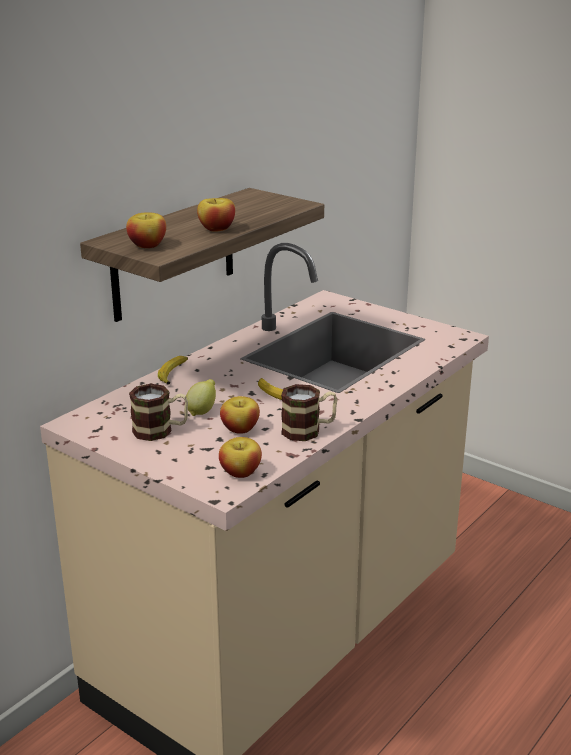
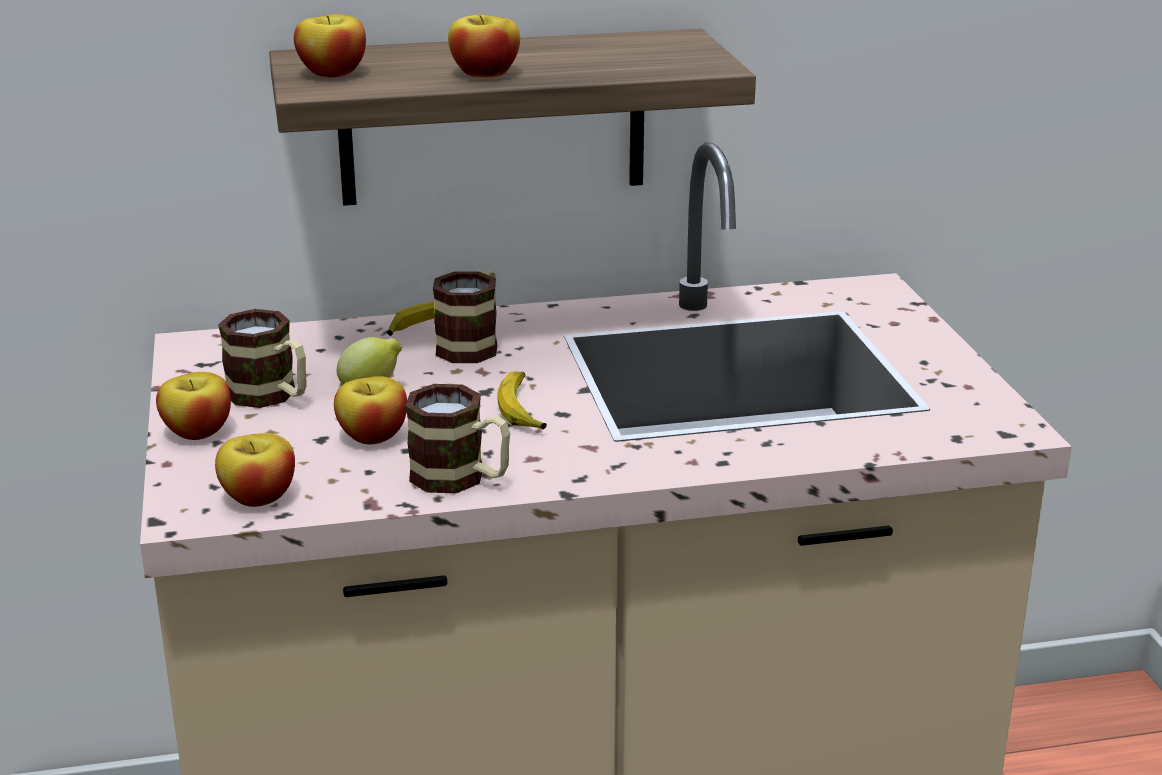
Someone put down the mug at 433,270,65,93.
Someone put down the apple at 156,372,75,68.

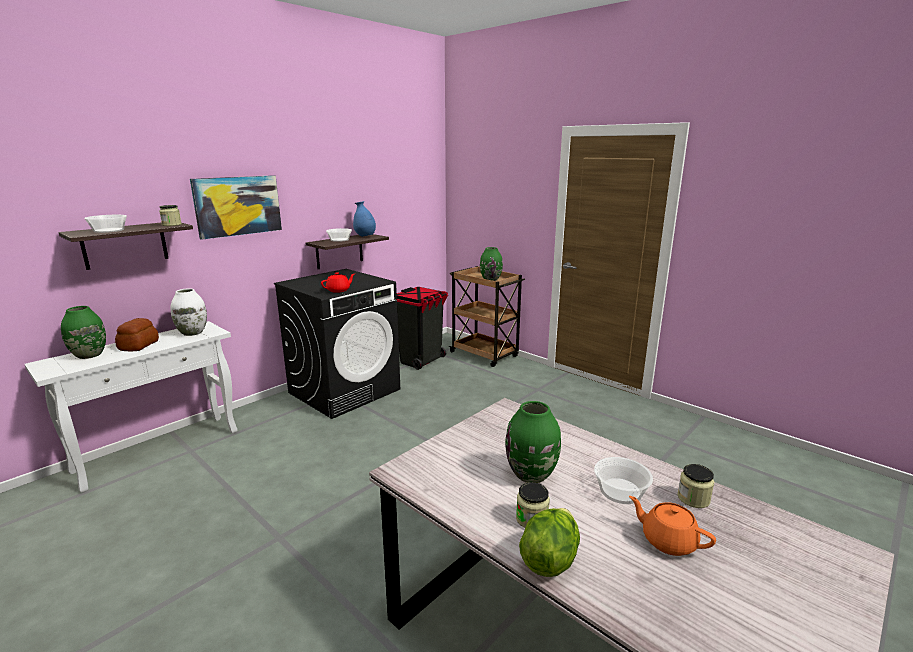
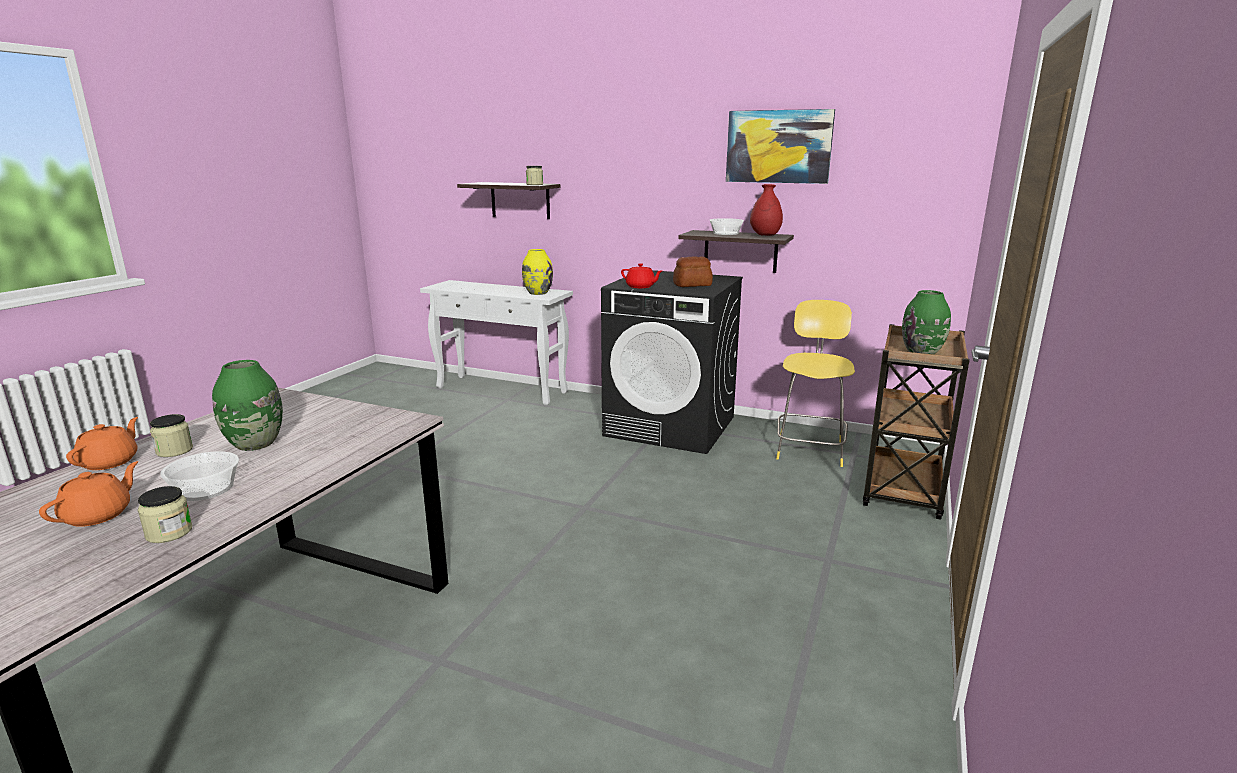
Someone carried the picture from 190,175,92,65 to 726,109,109,75.
Someone repainted the blue decorative vase at 353,201,23,36, which became the reddish decorative vase at 750,184,33,52.
Someone took away the serving bowl at 84,215,43,18.
Someone swapped the black-coloured rubbish bin at 396,287,52,83 for the yellowish stool seat at 776,300,79,167.
Someone repainted the whitish decorative vase at 170,288,37,48, which became the yellowish decorative vase at 522,249,31,46.
Someone took away the greenish decorative vase at 61,306,45,53.
Someone carried the bread from 115,318,44,34 to 673,256,40,31.
Someone swapped the lettuce head at 519,508,61,69 for the orange-coloured teapot at 66,417,72,53.

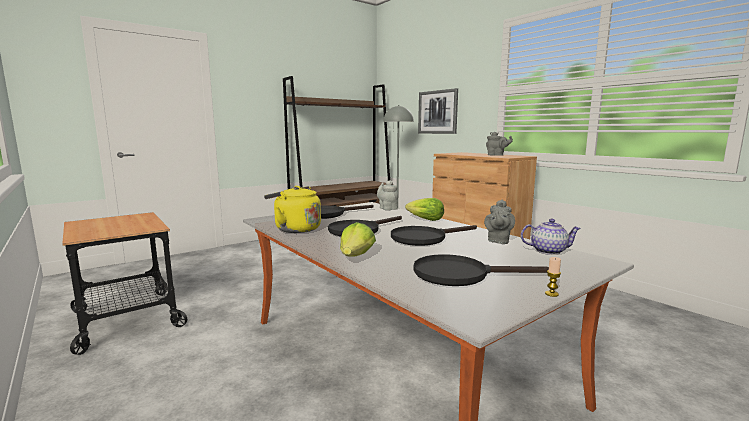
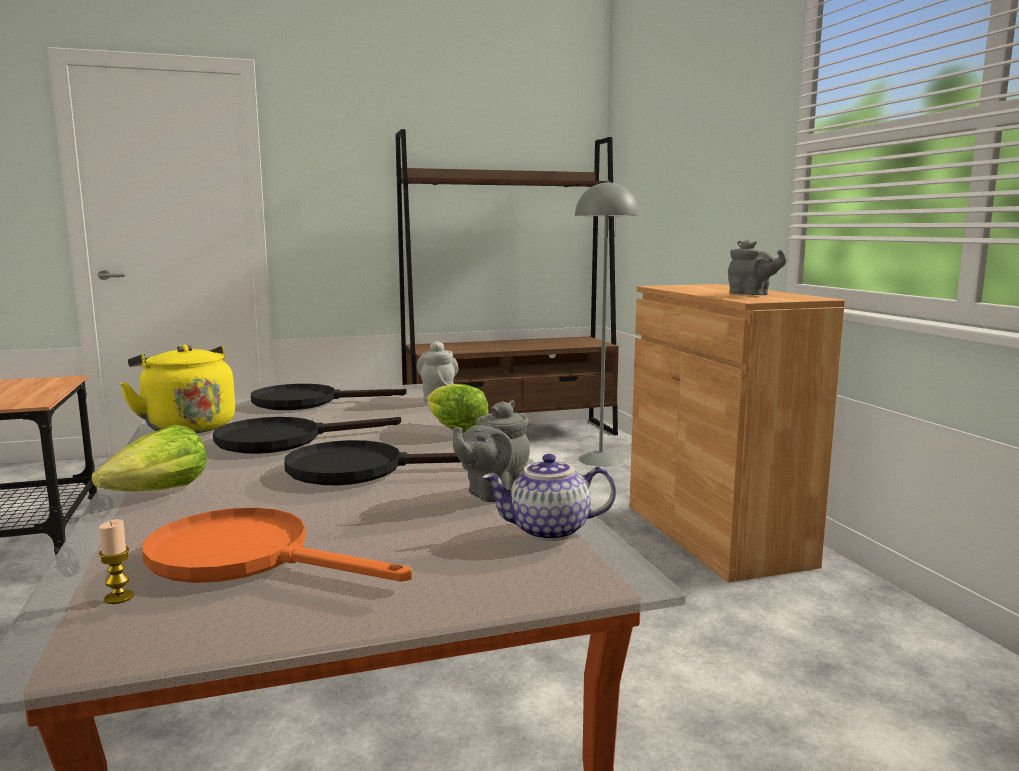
Someone took away the picture at 418,88,40,46.
Someone rotated the teapot at 521,219,60,36 by 150 degrees clockwise.
Someone repainted the black-coloured pan at 413,254,136,32, which became the orange-coloured pan at 142,507,270,76.
Someone carried the candle from 545,257,16,40 to 99,519,35,85.

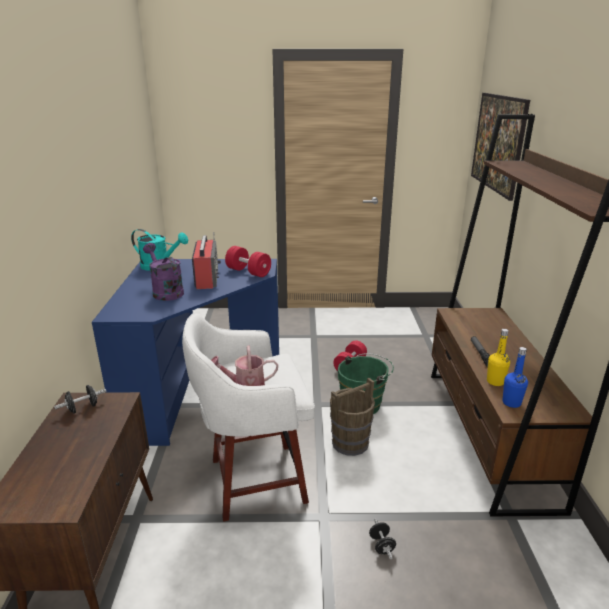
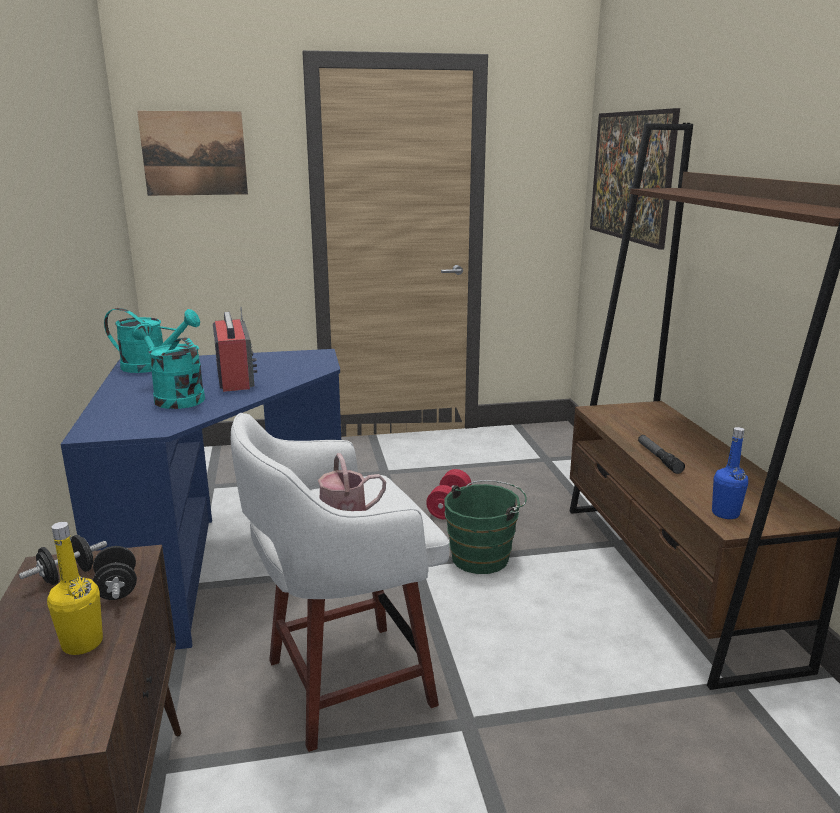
Someone repainted the purple sprinkling can at 143,243,41,58, which became the blue-green sprinkling can at 132,323,73,86.
Someone took away the reddish hand weight at 225,246,46,31.
Someone carried the yellowish drink bottle from 487,329,23,57 to 47,522,56,133.
Someone took away the brownish water bucket at 330,378,45,78.
Someone carried the black-coloured hand weight from 369,519,27,40 to 93,546,44,54.
Someone put up the picture at 137,111,111,85.

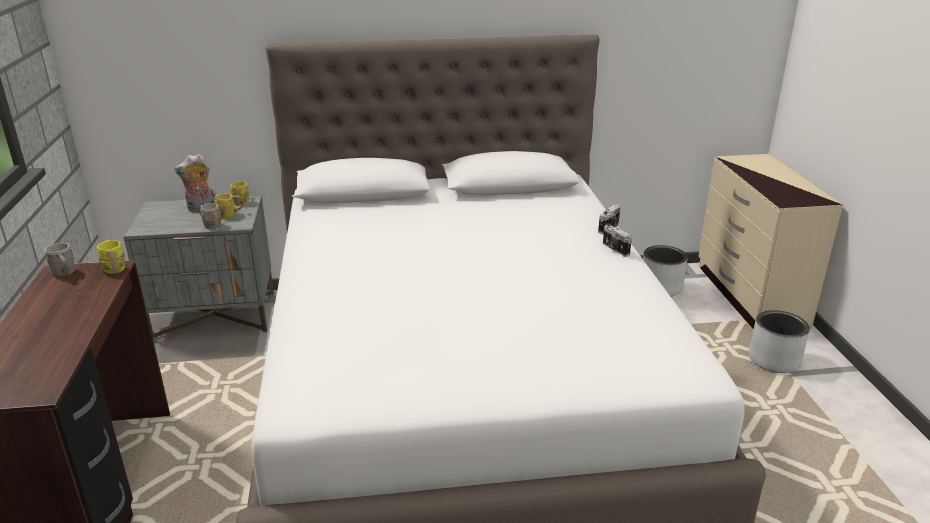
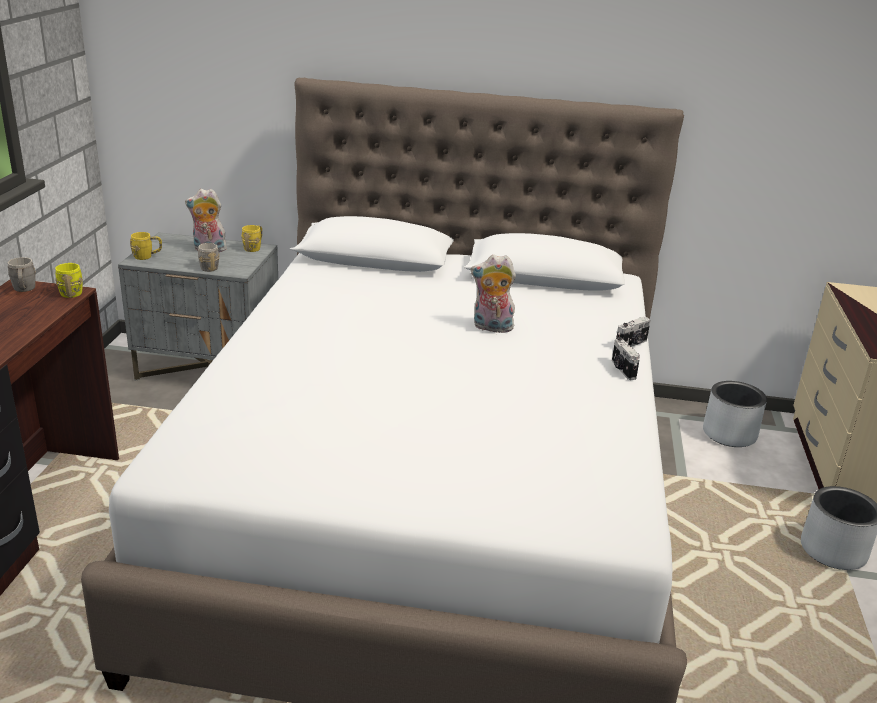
Someone carried the yellowish mug from 215,193,28,26 to 130,232,32,28.
Someone put down the cuddly toy at 471,254,45,79.

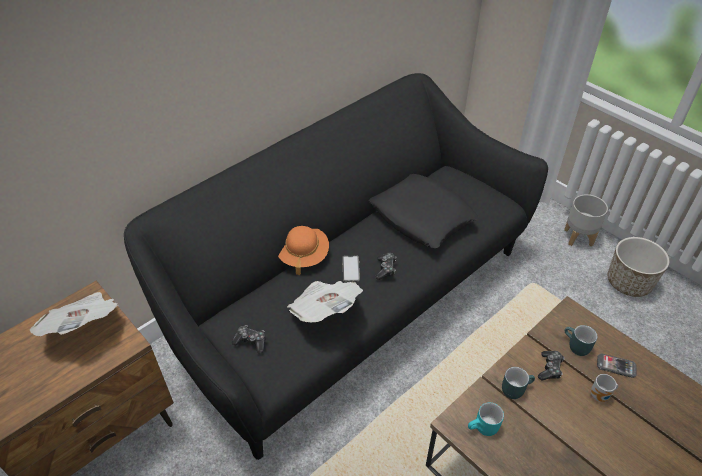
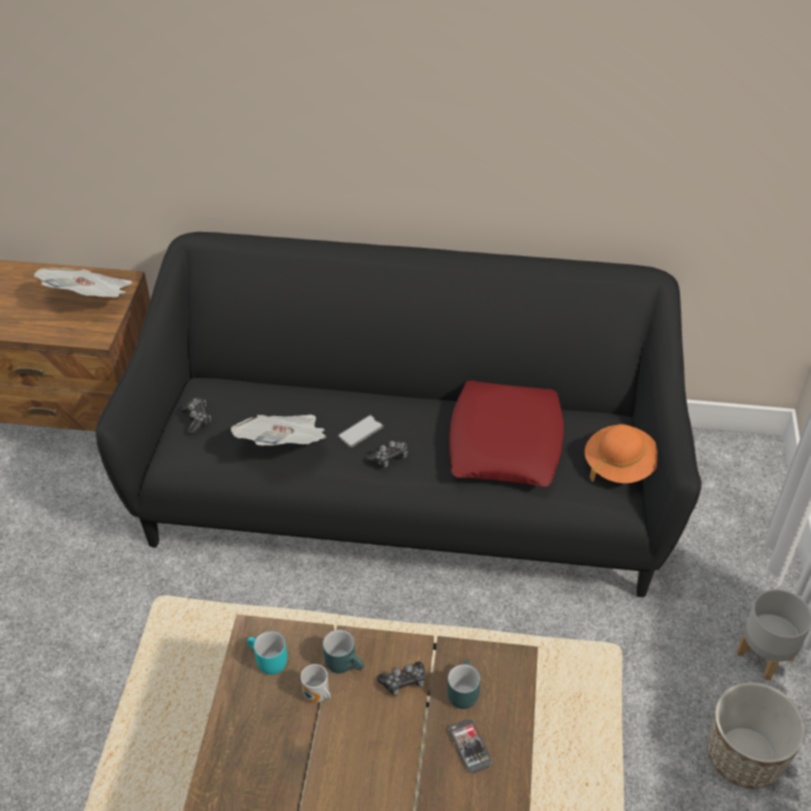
Someone repainted the black-coloured cushion at 369,174,110,74, which became the reddish cushion at 449,380,115,107.
Someone carried the orange-coloured hat from 278,226,51,49 to 585,424,73,59.
Someone carried the mug from 591,374,27,28 to 301,664,30,38.

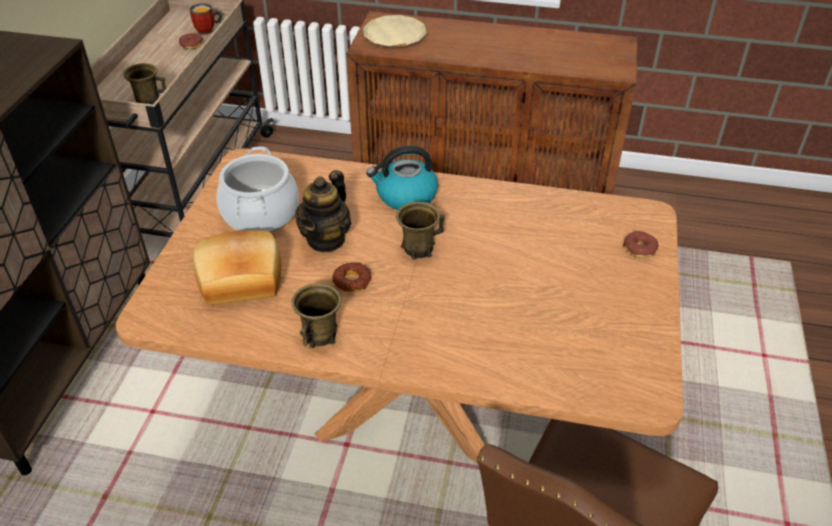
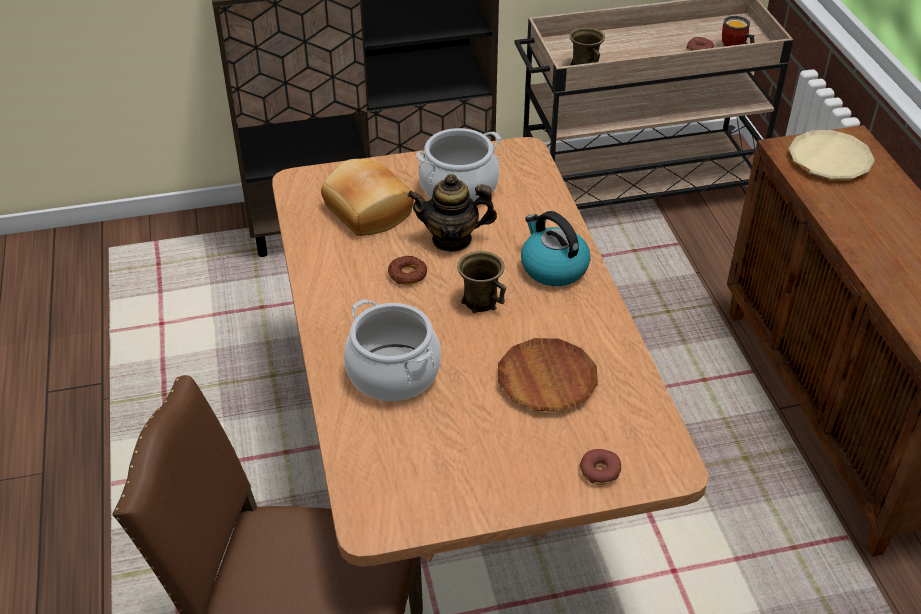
Someone took away the brownish mug at 291,283,50,65.
Someone put down the saucepot at 344,299,97,102.
Someone put down the brownish plate at 498,338,100,73.

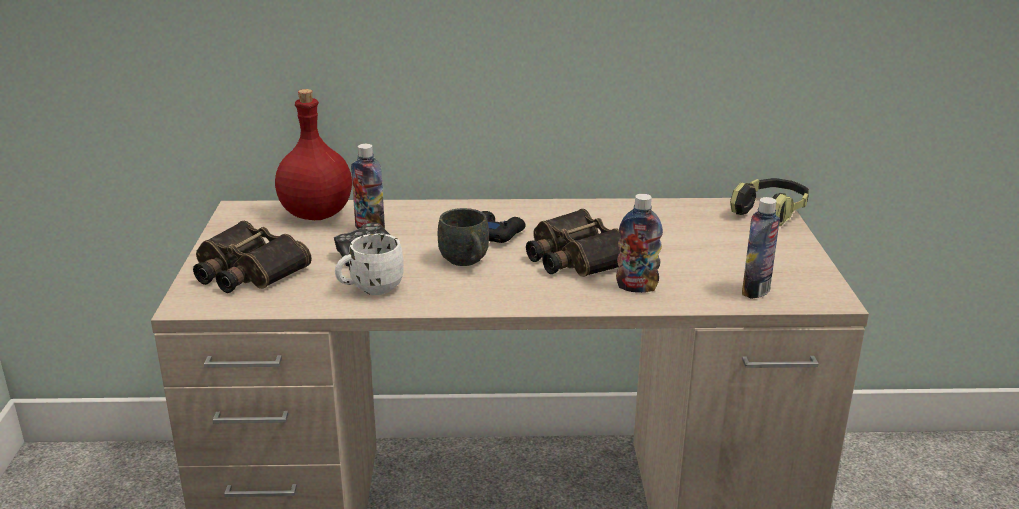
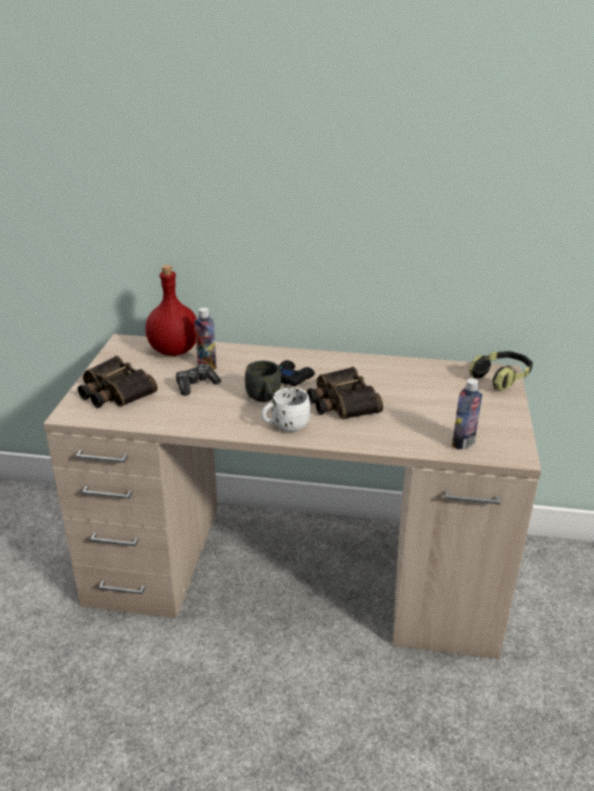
Someone took away the drink bottle at 616,194,47,99.
Someone carried the whitish mug from 335,233,69,62 to 261,388,49,44.

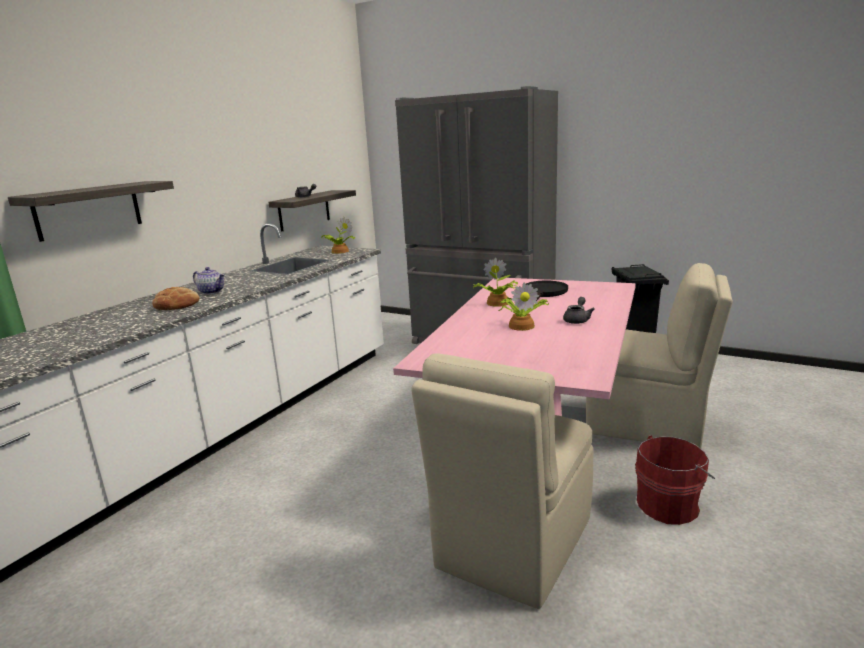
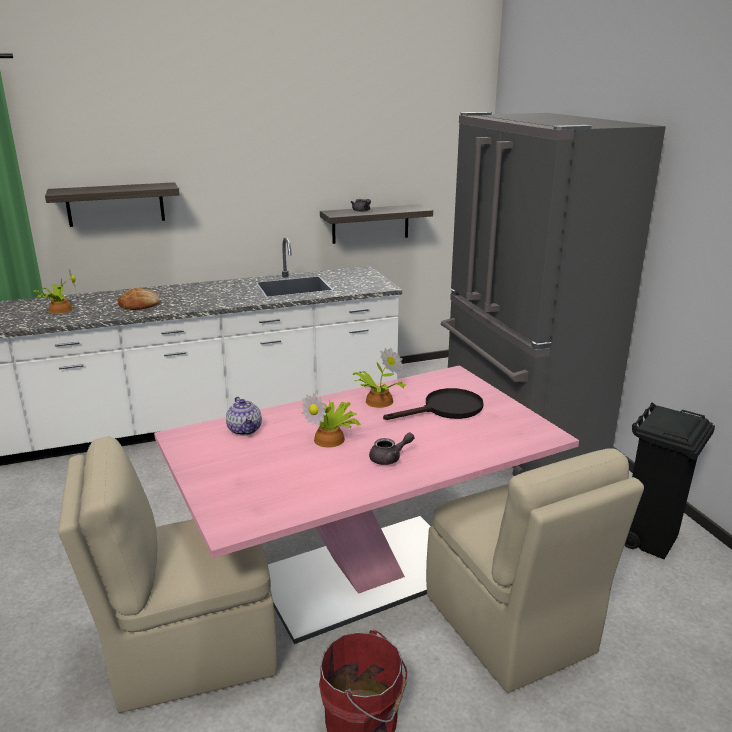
Someone carried the potted plant from 322,217,33,37 to 33,269,43,45.
Someone carried the teapot from 193,267,32,27 to 226,397,36,39.

